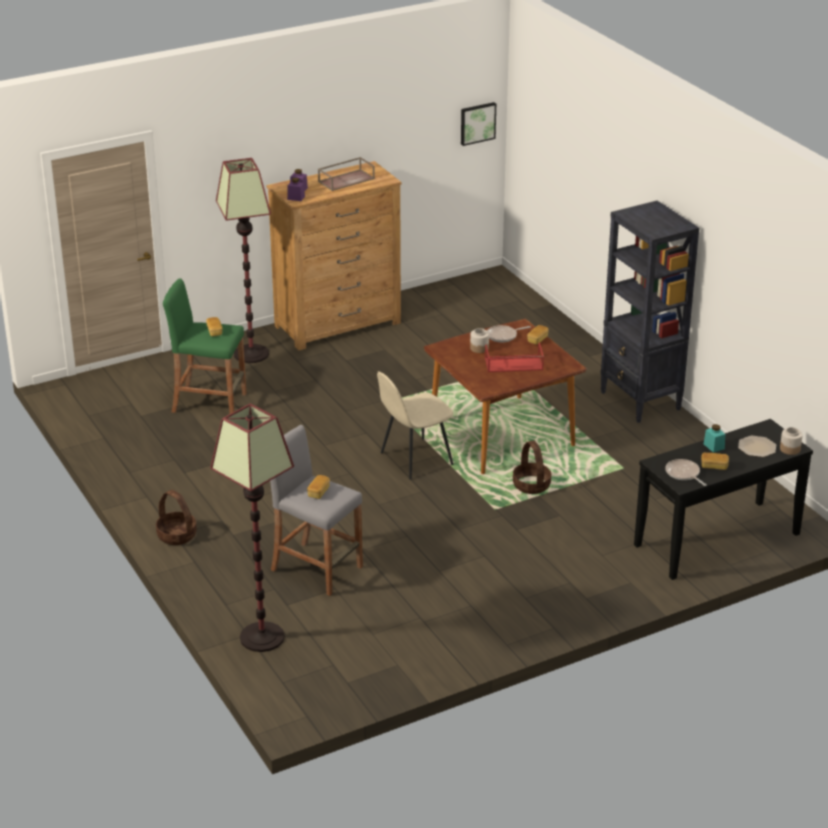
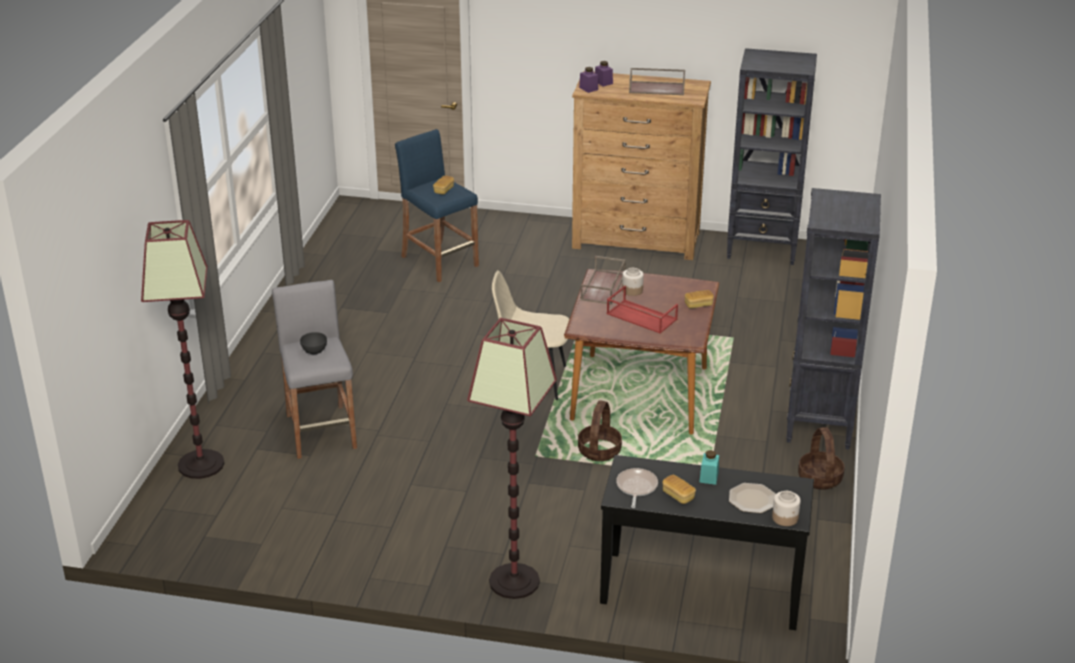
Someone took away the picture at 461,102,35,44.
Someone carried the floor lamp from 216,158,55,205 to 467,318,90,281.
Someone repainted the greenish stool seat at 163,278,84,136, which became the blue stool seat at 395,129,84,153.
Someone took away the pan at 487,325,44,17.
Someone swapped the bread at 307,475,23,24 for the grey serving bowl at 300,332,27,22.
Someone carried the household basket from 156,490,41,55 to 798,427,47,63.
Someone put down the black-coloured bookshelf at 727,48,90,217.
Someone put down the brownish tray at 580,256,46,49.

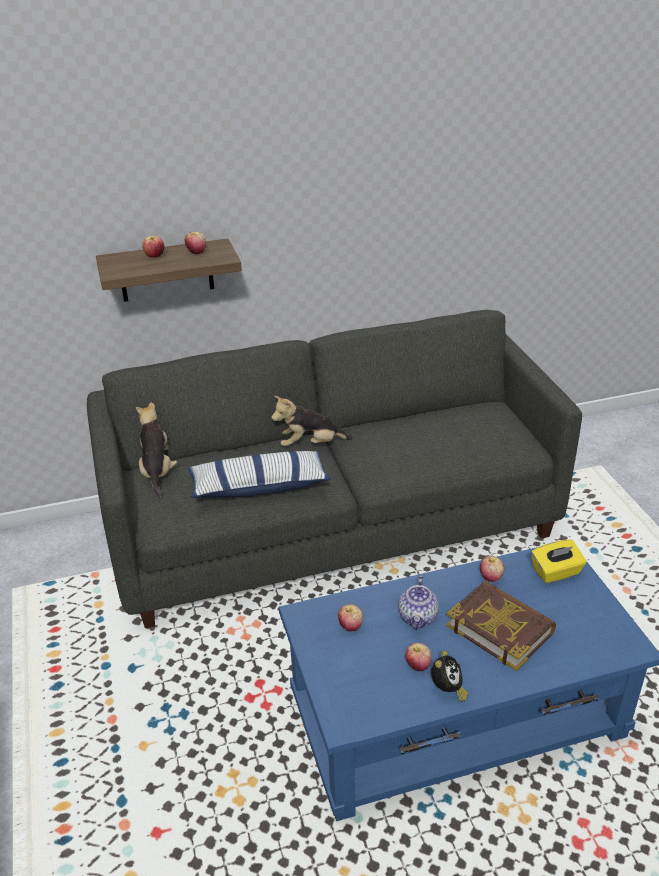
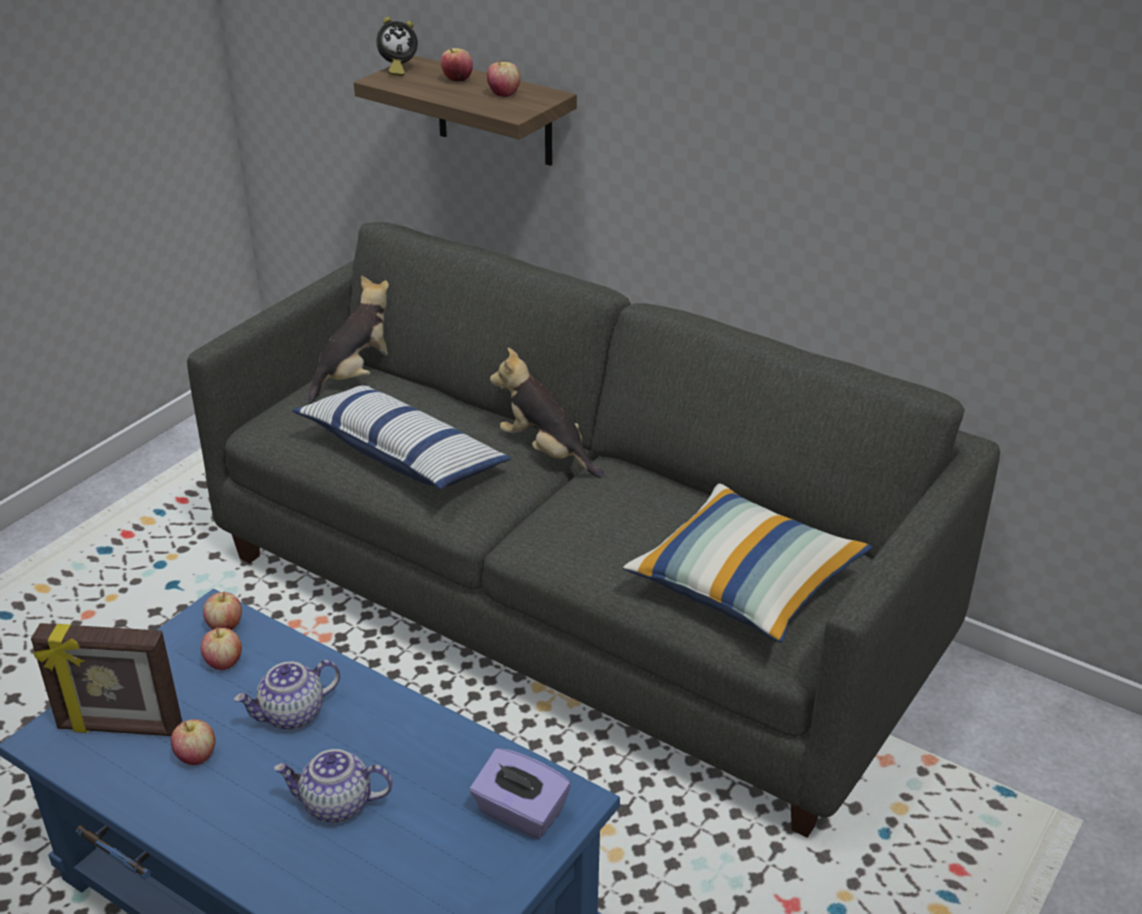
Someone repainted the yellowish tissue holder at 531,540,55,43, which became the purple tissue holder at 470,748,101,91.
Someone carried the apple from 480,556,24,26 to 203,592,39,38.
Someone swapped the volume at 446,581,110,90 for the teapot at 274,749,118,73.
Someone carried the alarm clock from 431,650,37,52 to 377,17,41,59.
Someone put down the cushion at 623,484,249,159.
Someone put down the picture frame at 31,623,151,113.

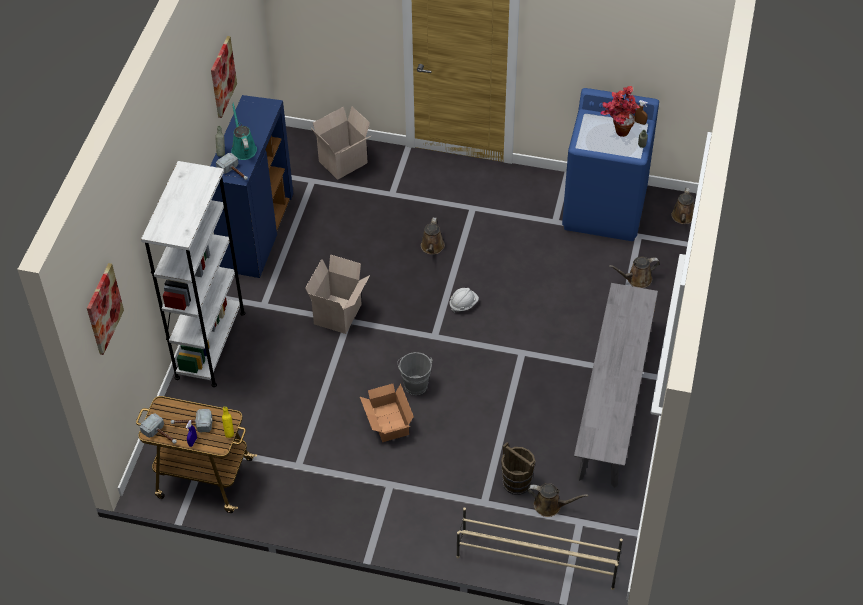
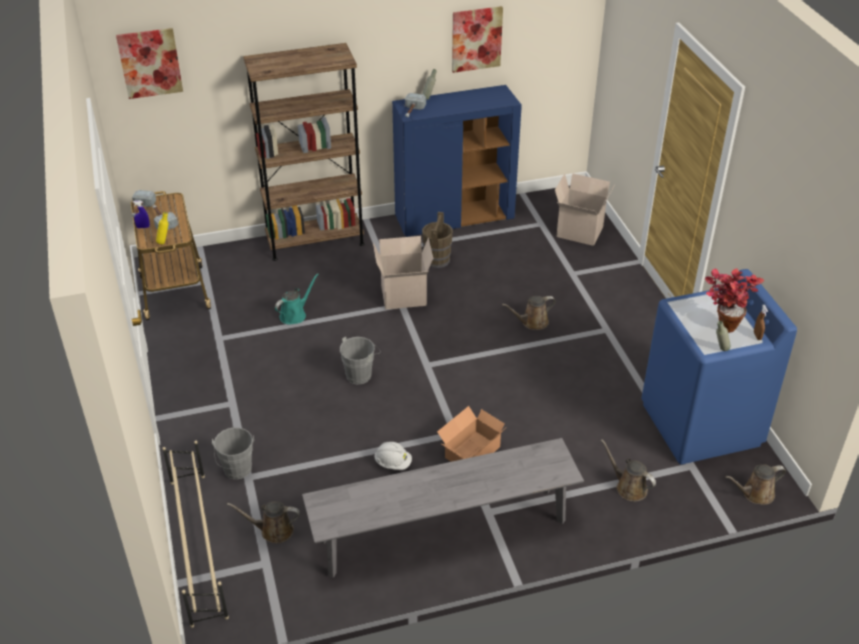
Someone carried the blue-green sprinkling can from 231,102,26,58 to 275,273,44,52.
Someone repainted the whitish bookshelf at 141,161,104,226, which became the brownish bookshelf at 243,43,122,218.
Someone carried the whitish work helmet from 449,288,30,25 to 374,442,38,28.
Someone carried the packing box from 360,384,54,58 to 437,406,68,56.
Someone carried the brownish water bucket from 501,442,34,53 to 422,212,31,56.
Someone rotated the brownish sprinkling can at 527,483,61,34 by 105 degrees clockwise.
Someone put down the grey water bucket at 212,427,42,52.

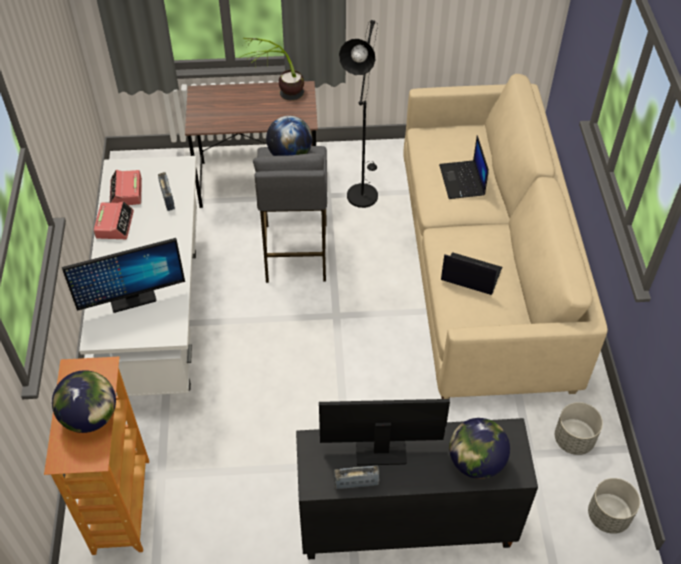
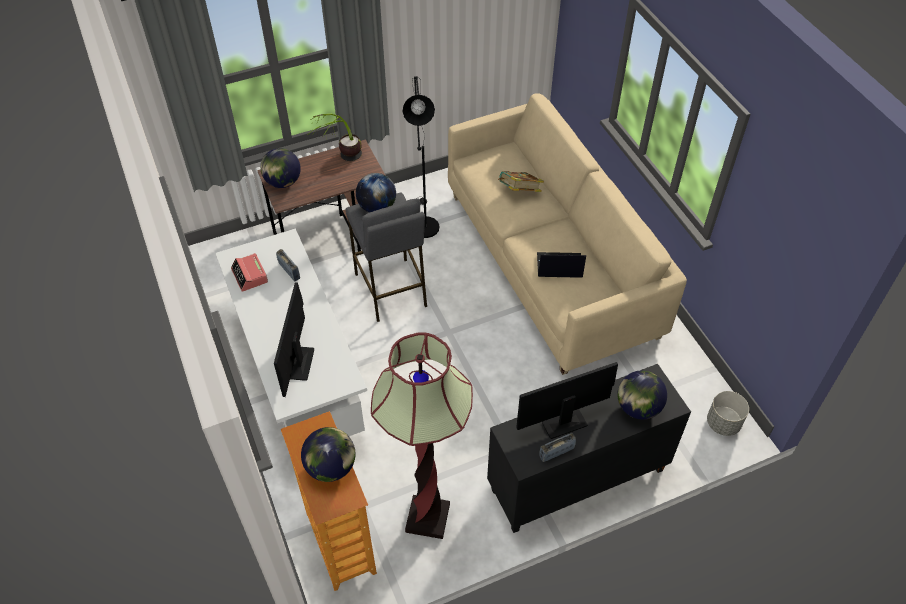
Someone swapped the notebook computer at 439,135,50,64 for the volume at 498,171,46,21.
Someone took away the alarm clock at 94,201,40,38.
Someone rotated the computer display at 62,238,123,75 by 135 degrees clockwise.
Someone took away the grey flower pot at 555,402,48,53.
Someone put down the world globe at 260,148,41,40.
Someone put down the floor lamp at 371,332,102,207.

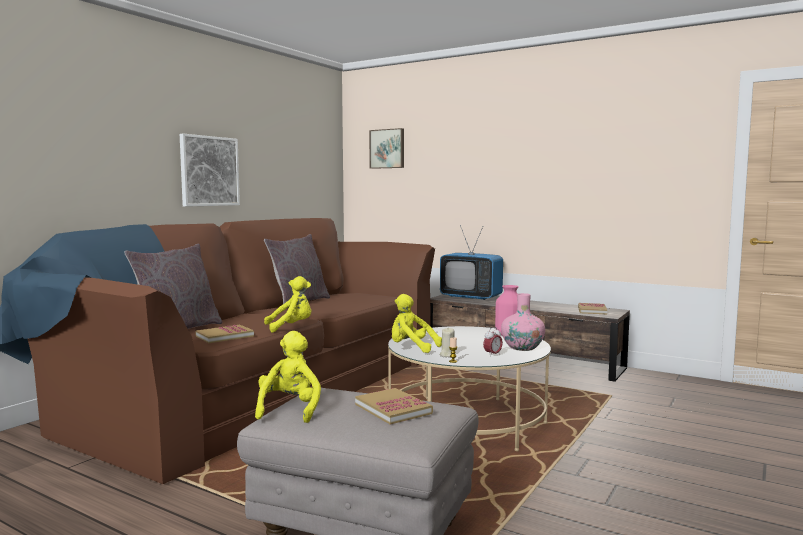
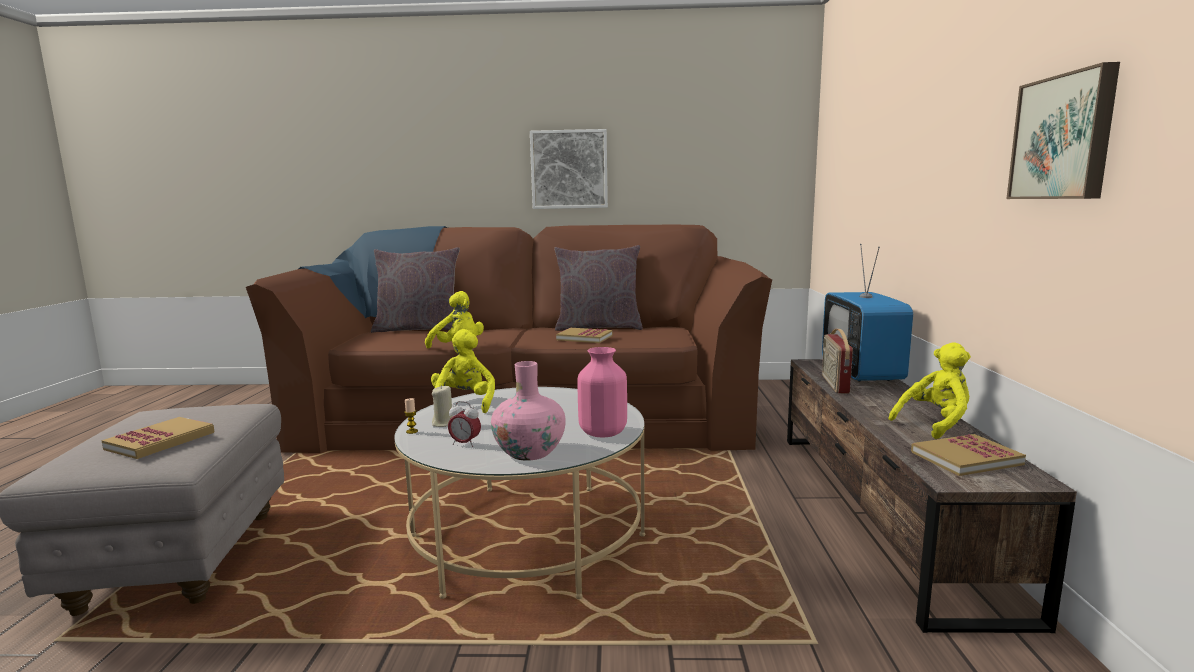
Someone carried the picture from 369,128,35,41 to 1007,62,113,137.
Someone carried the volume from 195,325,59,18 to 556,328,57,15.
Someone carried the yellowish cuddly toy from 255,331,66,92 to 889,342,82,97.
Someone put down the radio at 822,329,31,65.

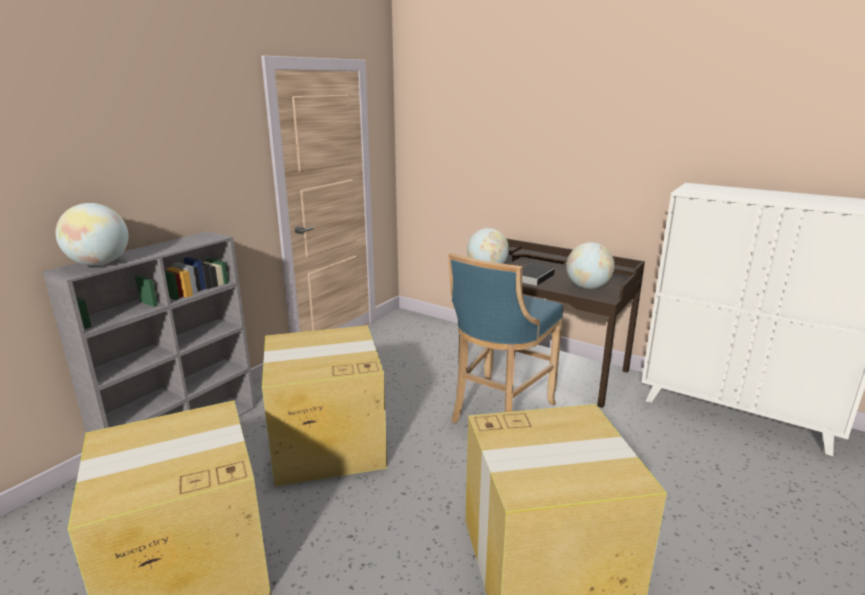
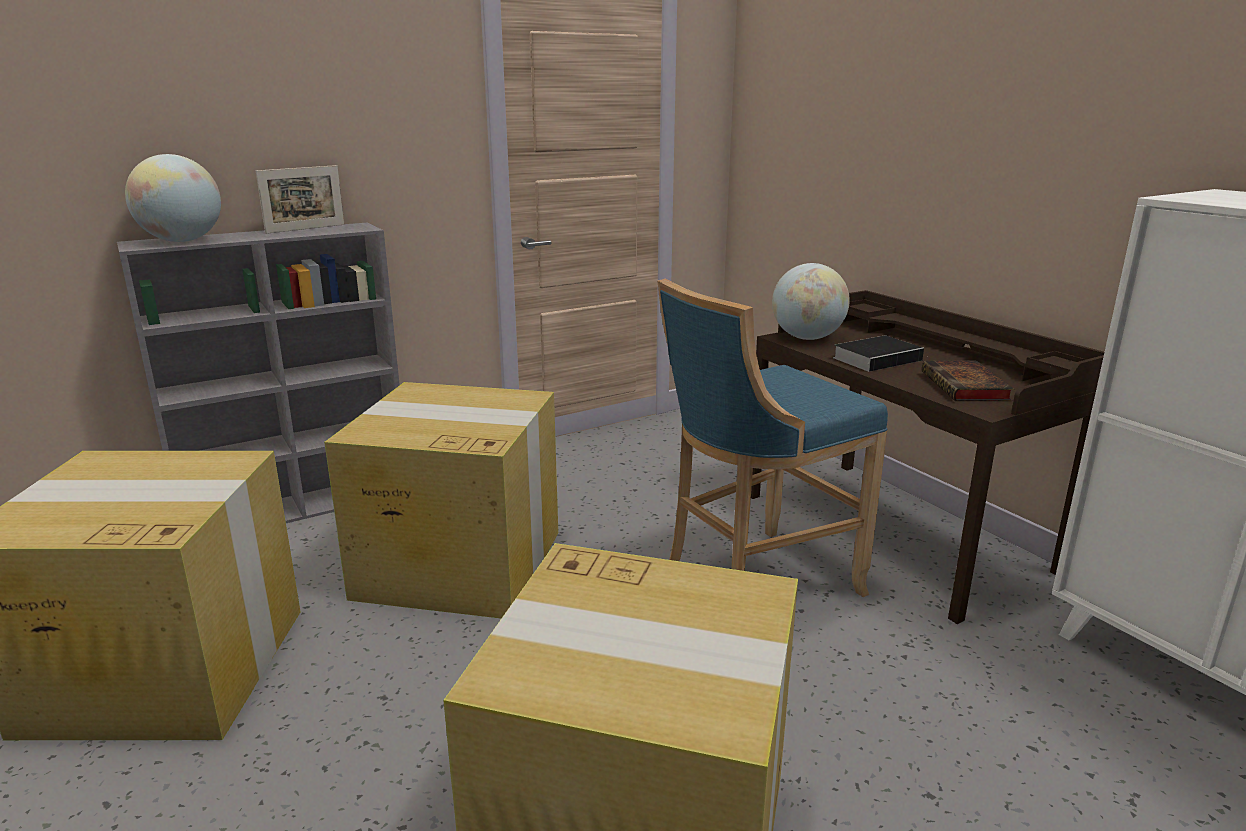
Someone swapped the world globe at 566,242,49,47 for the volume at 922,360,92,41.
Someone put down the picture frame at 256,165,88,69.

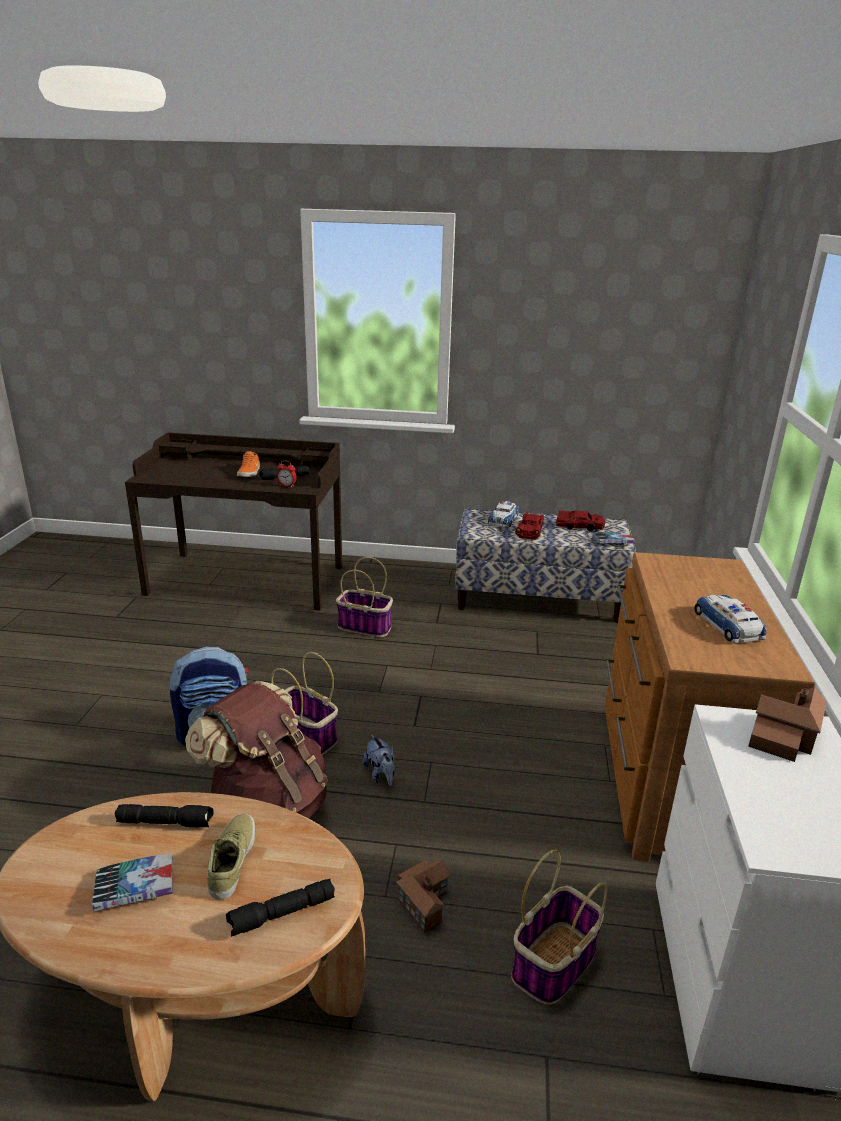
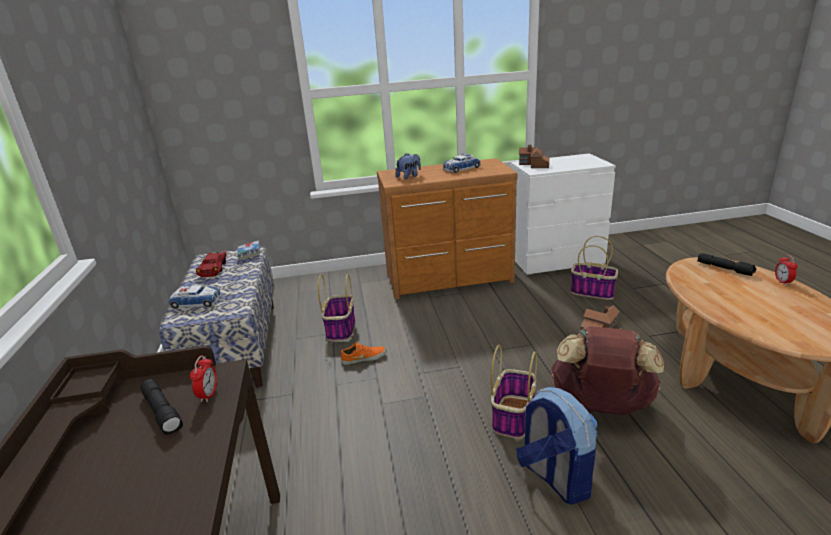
Someone carried the orange-coloured shoe from 237,451,23,26 to 341,342,45,23.
Someone took away the reddish miniature car at 515,512,29,28.
Someone carried the household basket from 336,557,57,80 to 318,274,37,67.
Someone carried the cuddly toy from 362,734,33,52 to 395,153,26,26.
Someone took away the black-coloured hand torch at 115,804,99,24.
Someone took away the beige shoe at 207,814,48,86.
Someone took away the volume at 92,853,81,58.
Someone put down the alarm clock at 775,255,23,30.

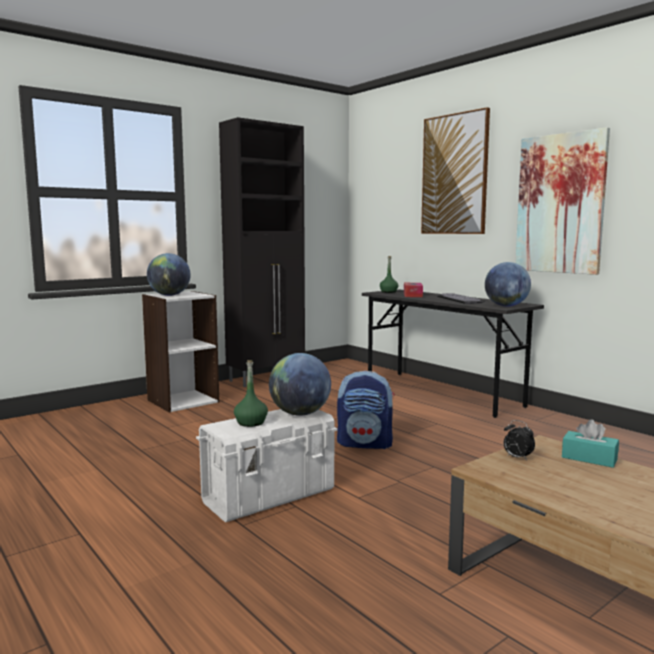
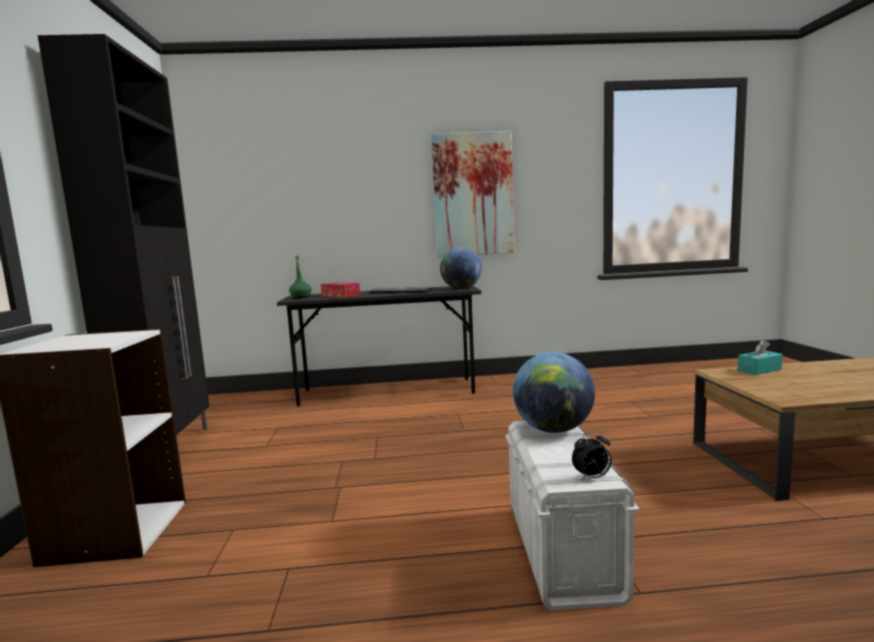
Someone took away the picture at 421,107,69,127.
Someone took away the world globe at 147,253,43,43.
Someone took away the greenish drink bottle at 234,360,34,67.
Someone took away the knapsack at 337,371,58,78.
Someone carried the alarm clock from 504,420,31,41 to 572,431,40,49.

